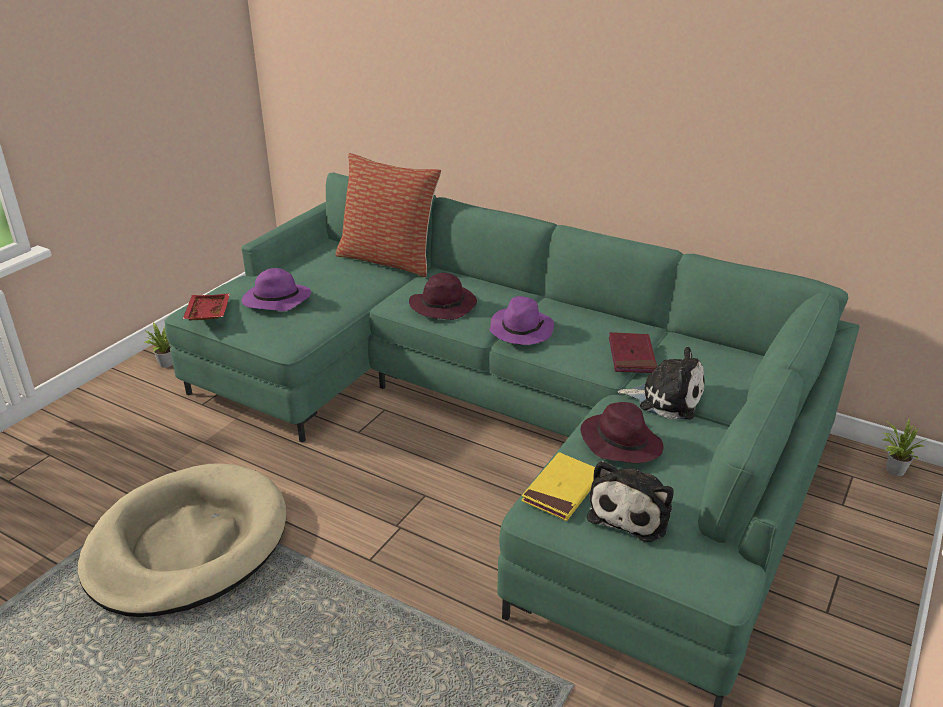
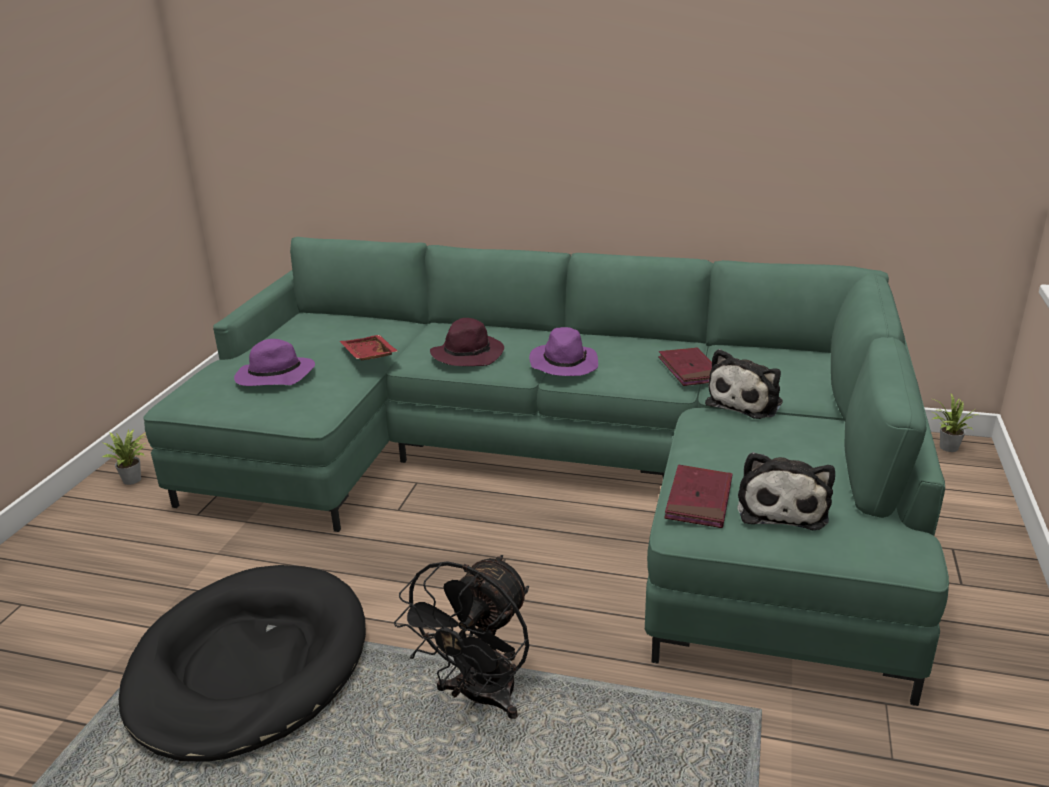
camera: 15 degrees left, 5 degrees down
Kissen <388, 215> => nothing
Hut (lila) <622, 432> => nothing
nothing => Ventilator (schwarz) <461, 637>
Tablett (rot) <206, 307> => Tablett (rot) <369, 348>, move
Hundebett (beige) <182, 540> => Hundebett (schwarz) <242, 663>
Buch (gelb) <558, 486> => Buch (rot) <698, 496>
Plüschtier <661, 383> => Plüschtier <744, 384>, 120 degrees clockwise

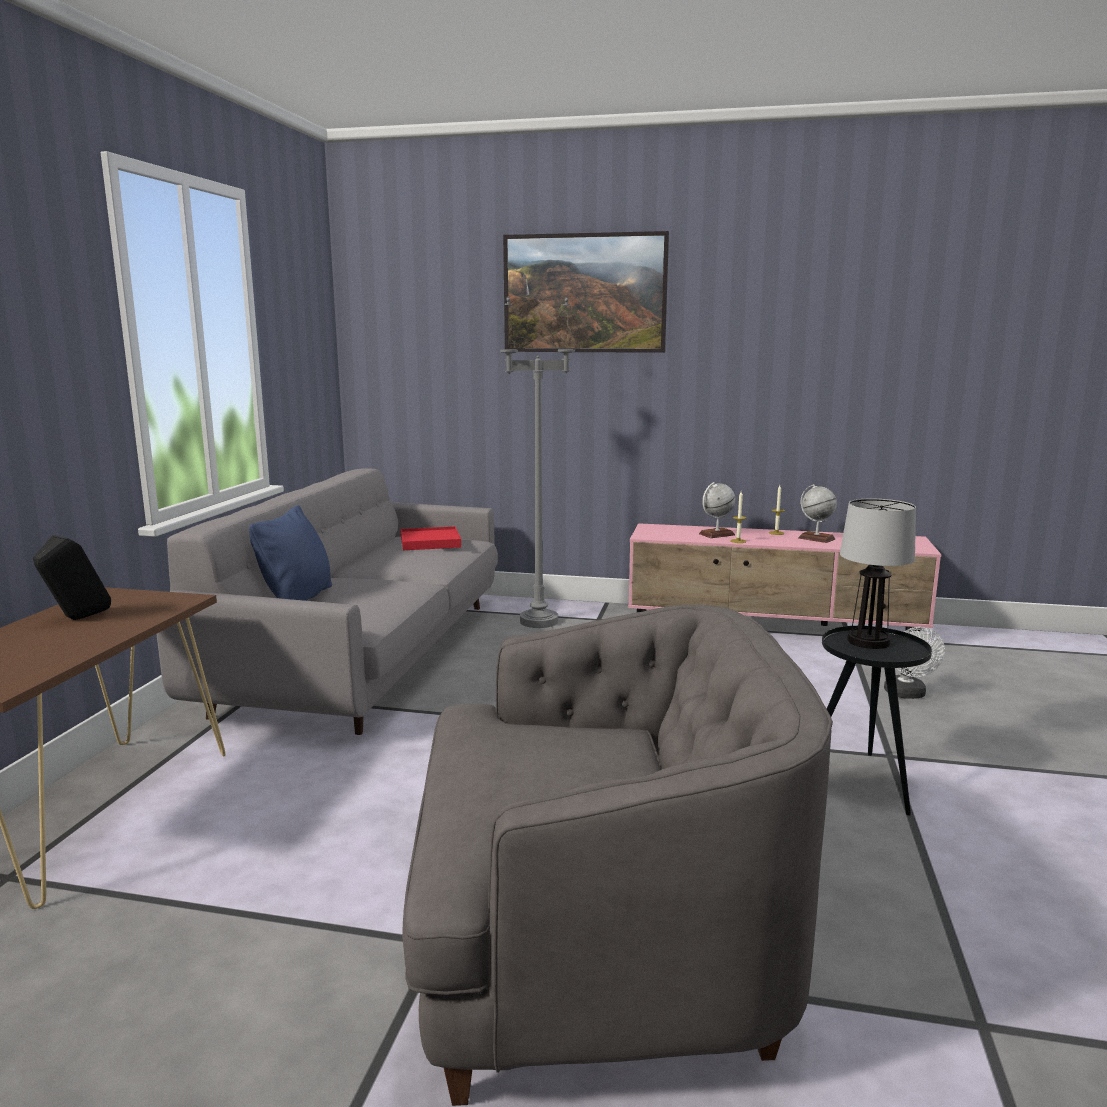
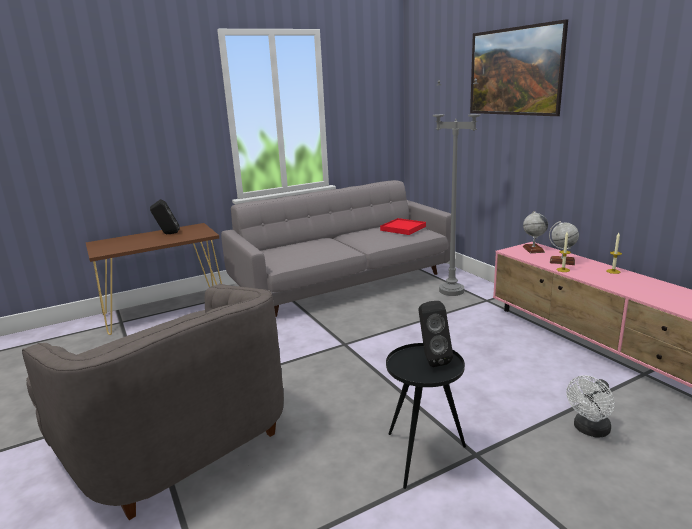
camera: 50 degrees right, 5 degrees up
Kissen (blau) <290, 553> => nothing
Globus <817, 513> => Globus <535, 232>, move
Tischlampe <878, 574> => Lautsprecher (schwarz) <436, 334>

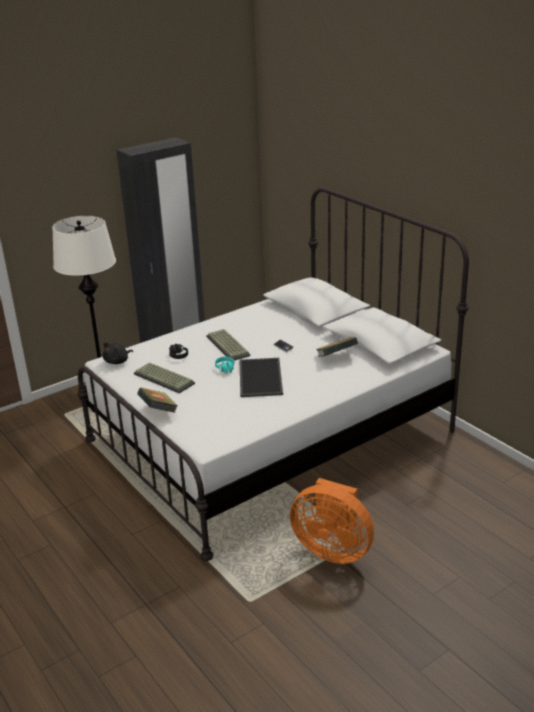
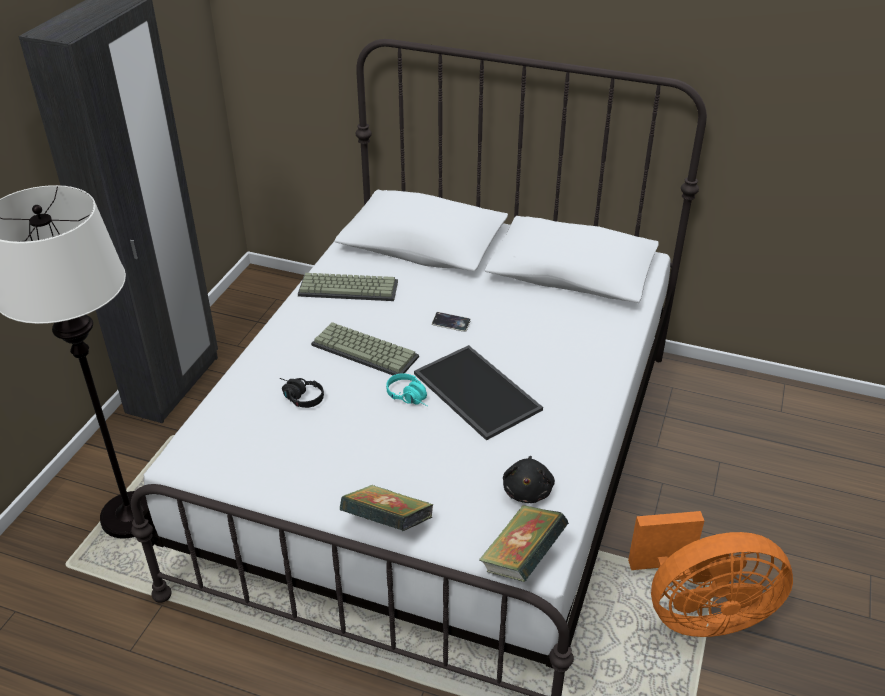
camera: 35 degrees left, 10 degrees up
Plüschtier (schwarz) <118, 353> => Plüschtier (schwarz) <529, 479>, move
Tastatur <164, 377> => Tastatur <348, 287>, move
Buch <337, 347> => Buch <523, 543>, move

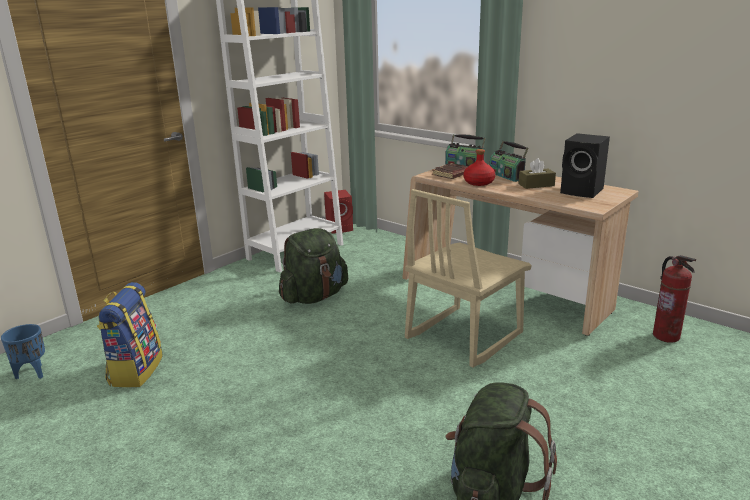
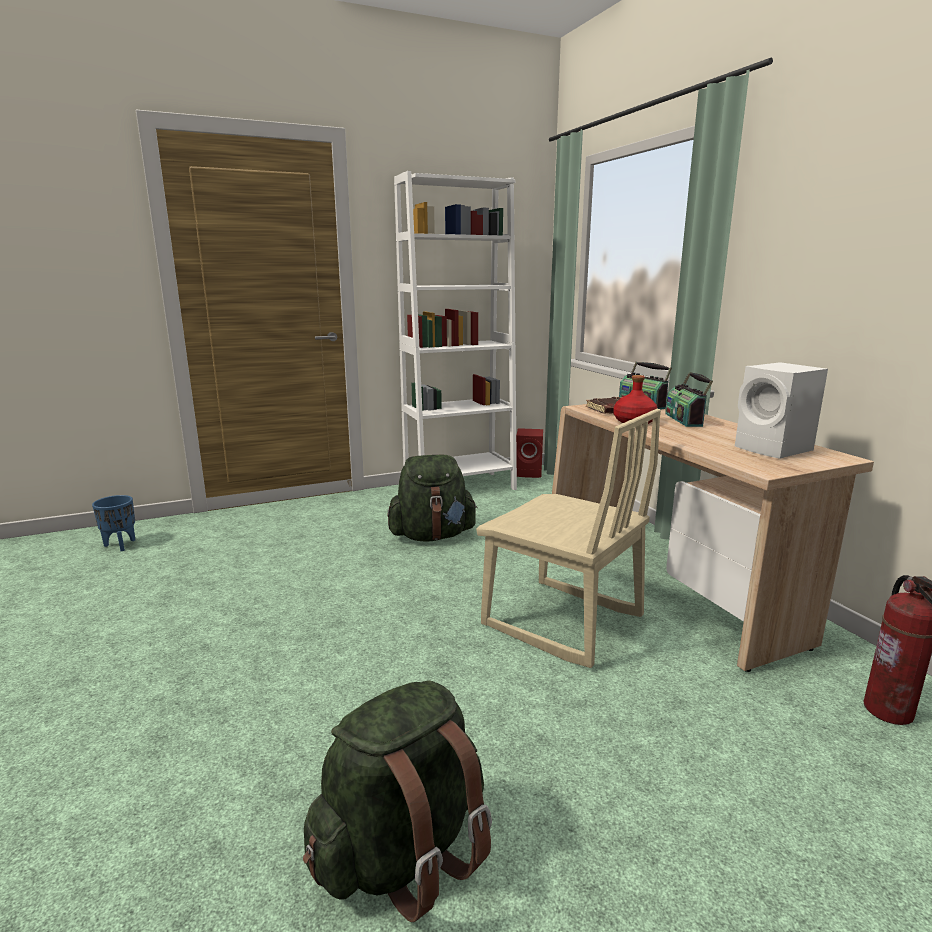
camera: 25 degrees right, 5 degrees down
Rucksack <130, 334> => nothing
Taschentuchbox (braun) <537, 173> => nothing
Lautsprecher (schwarz) <585, 165> => Lautsprecher (weiß) <781, 410>
Stuhl (beige) <468, 278> => Stuhl (beige) <568, 538>, 120 degrees counterclockwise

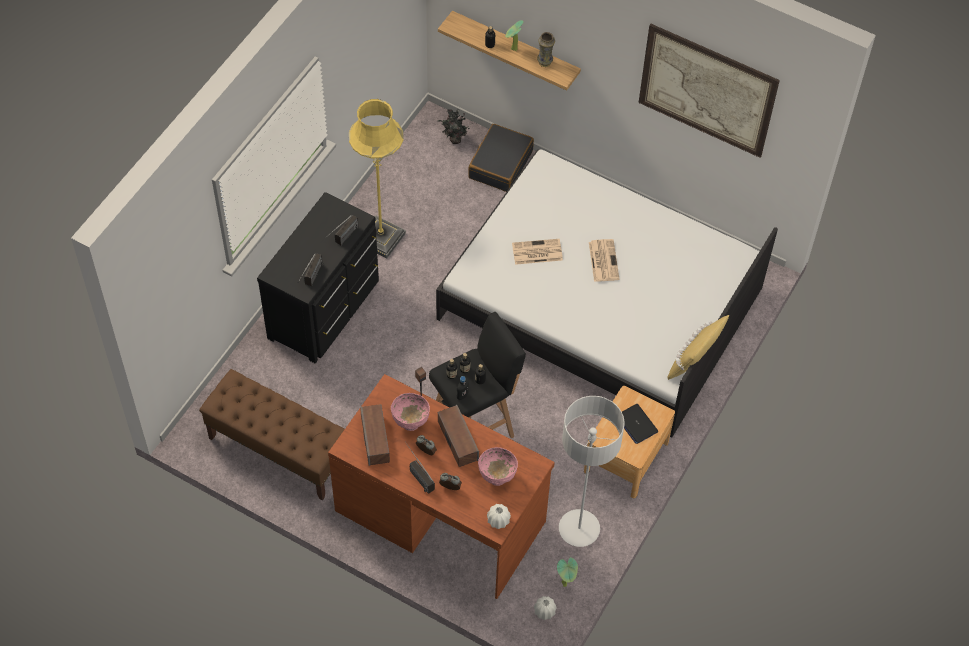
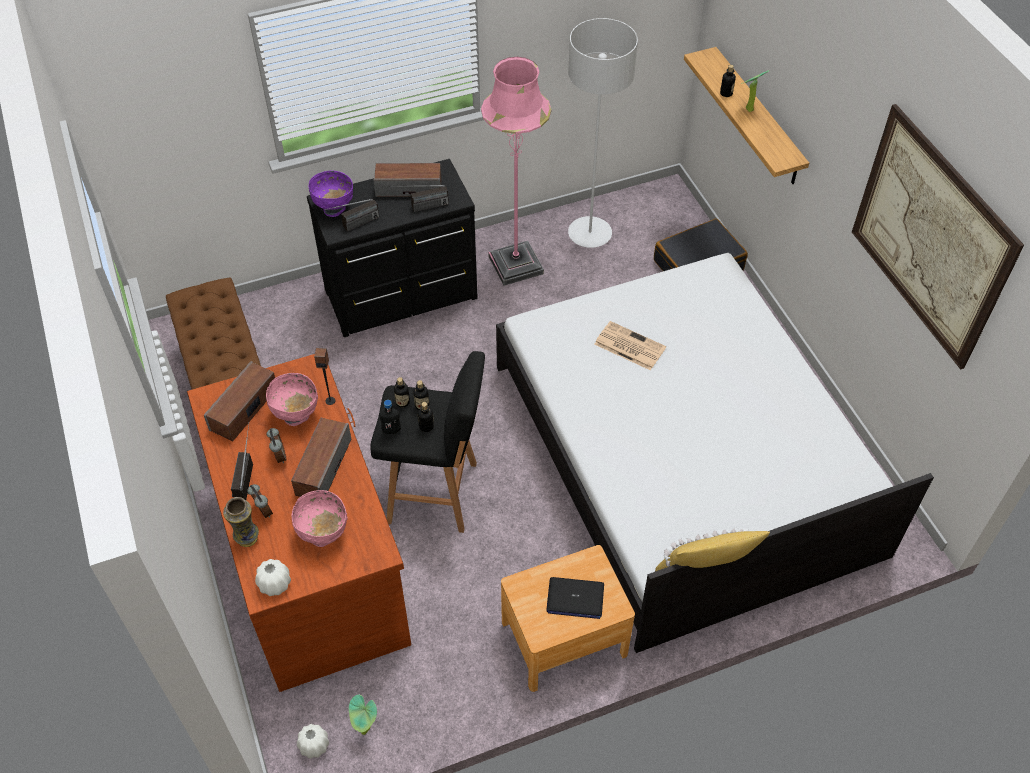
camera: 40 degrees right, 5 degrees down
Topfpflanze <453, 126> => nothing
Zeitung <604, 260> => nothing
nothing => Schüssel (lila) <331, 194>
nothing => Lautsprecher <407, 180>
Vase <546, 49> => Vase <241, 522>, move
Stehlampe (grau) <592, 471> => Stehlampe (grau) <603, 133>, move
Stehlampe (gelb) <377, 178> => Stehlampe (rosa) <516, 171>
Laptop <640, 424> => Laptop <575, 598>, 90 degrees counterclockwise

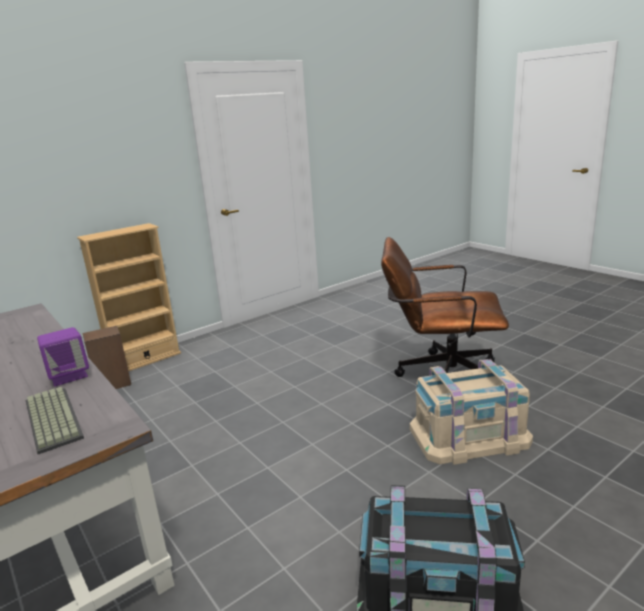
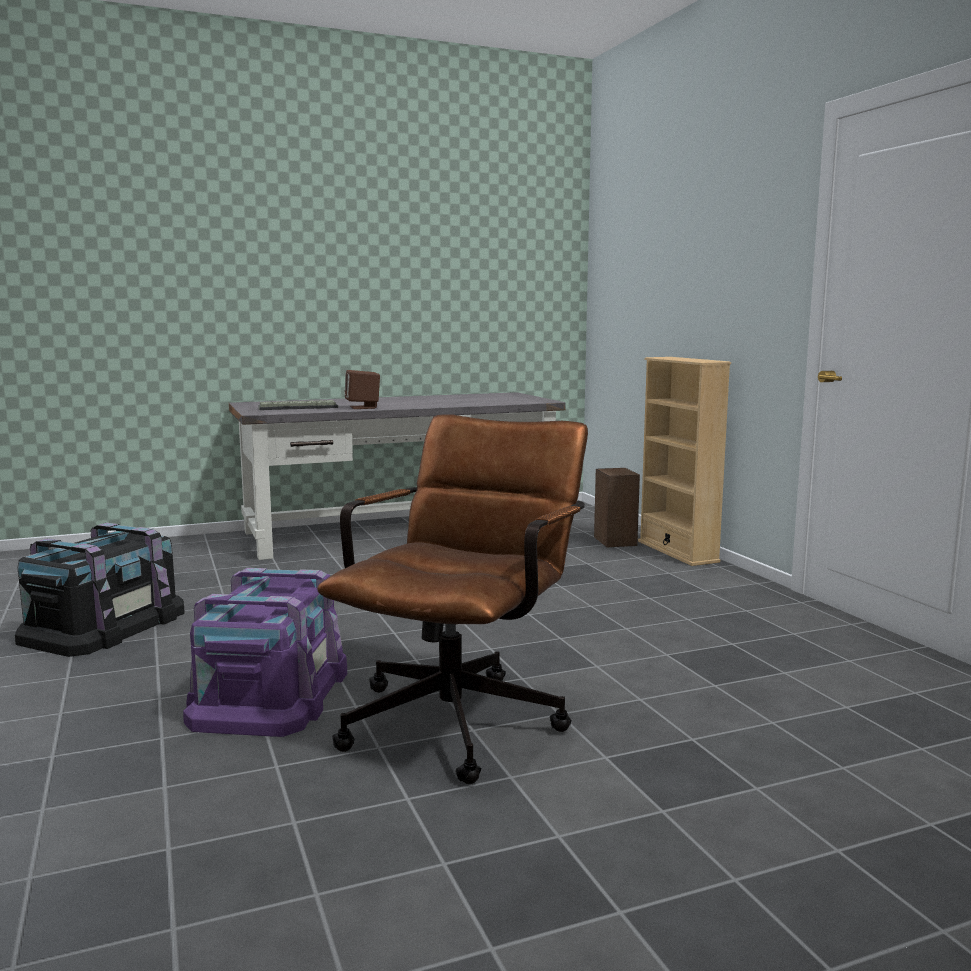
camera: 105 degrees right, 10 degrees down
Lautsprecher (lila) <63, 356> => Lautsprecher (braun) <362, 389>
Aufbewahrungsbox (beige) <471, 412> => Aufbewahrungsbox (lila) <265, 652>

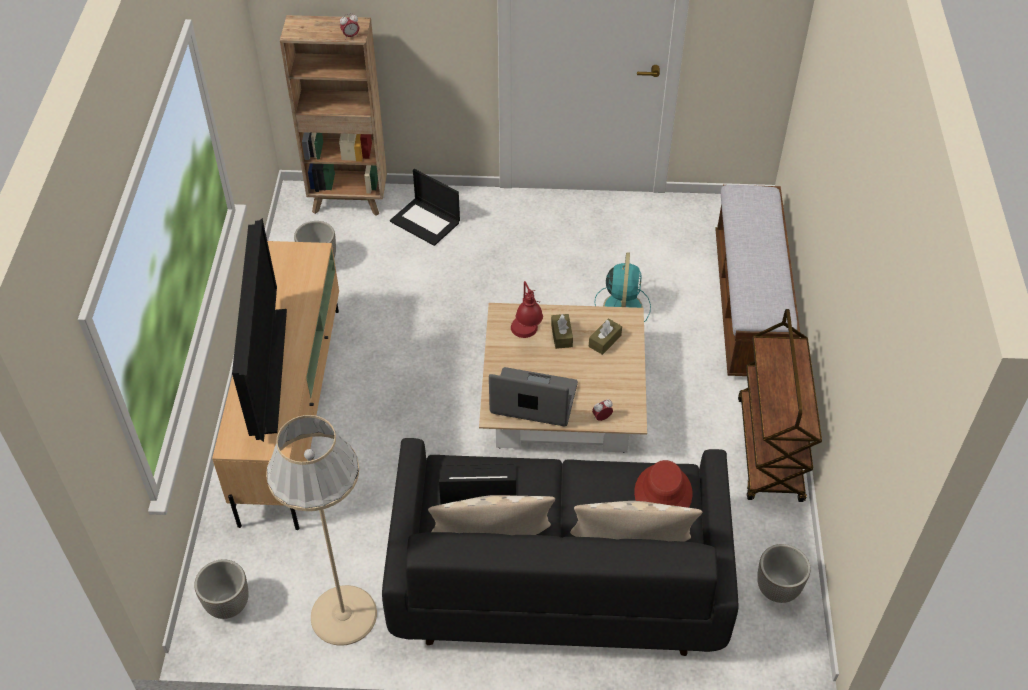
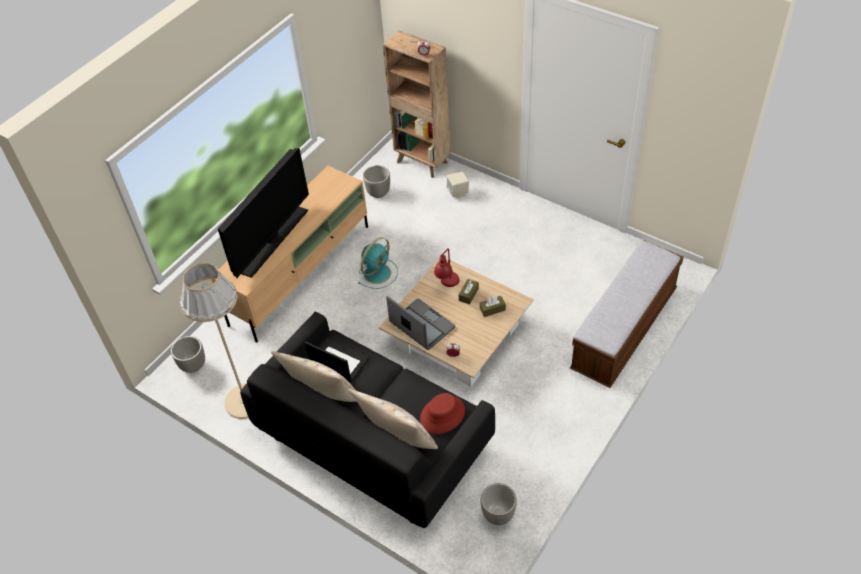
camera: 35 degrees right, 0 degrees up
Rollwagen (braun) <780, 405> => nothing
Ventilator (türkis) <623, 287> => Ventilator (türkis) <378, 263>, move
Laptop <425, 207> => Lautsprecher (beige) <458, 186>

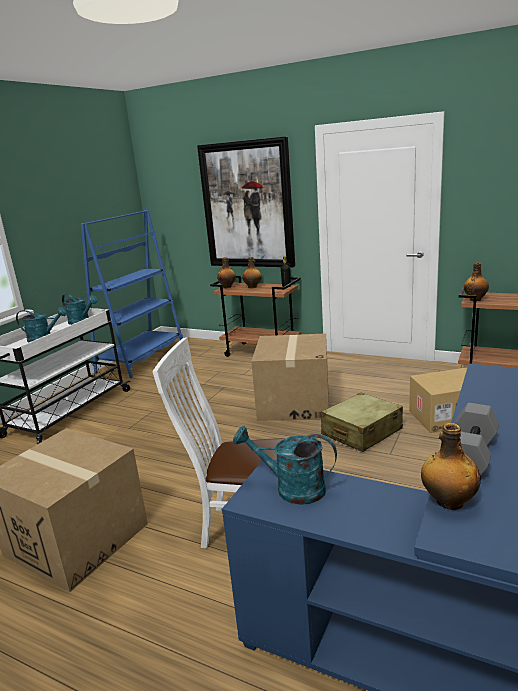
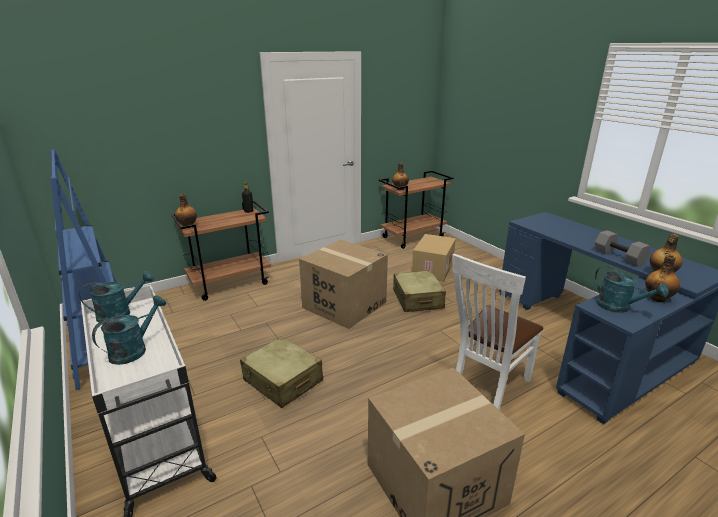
camera: 60 degrees left, 5 degrees up
Bild <246, 202> => nothing
nothing => Koffer (beige) <281, 372>
Flasche <252, 272> => Flasche <662, 278>, move
Gießkanne (türkis) <285, 465> => Gießkanne (türkis) <632, 289>, 90 degrees counterclockwise

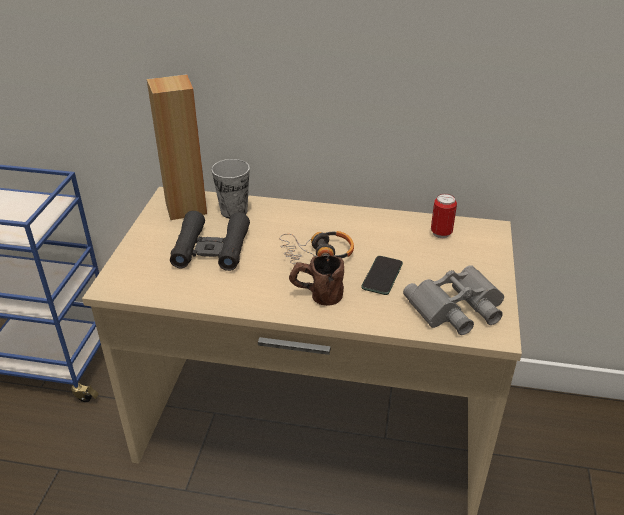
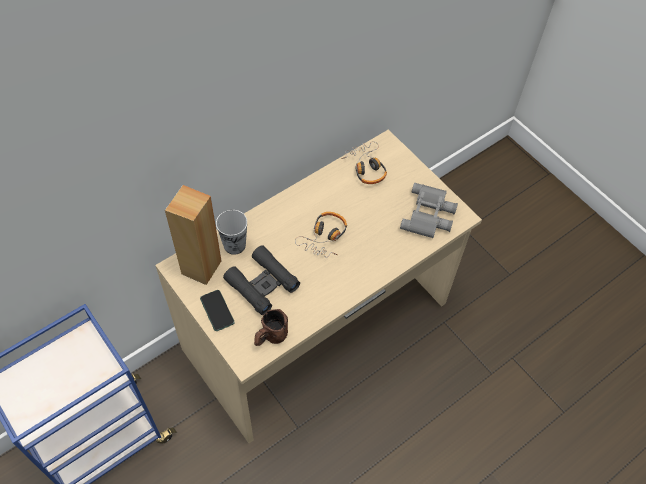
camera: 50 degrees left, 20 degrees up
Henkelbecher (braun) <316, 280> => Henkelbecher (braun) <271, 327>, move
Handy <382, 275> => Handy <217, 310>, move
Dose <444, 216> => Kopfhörer <364, 162>

